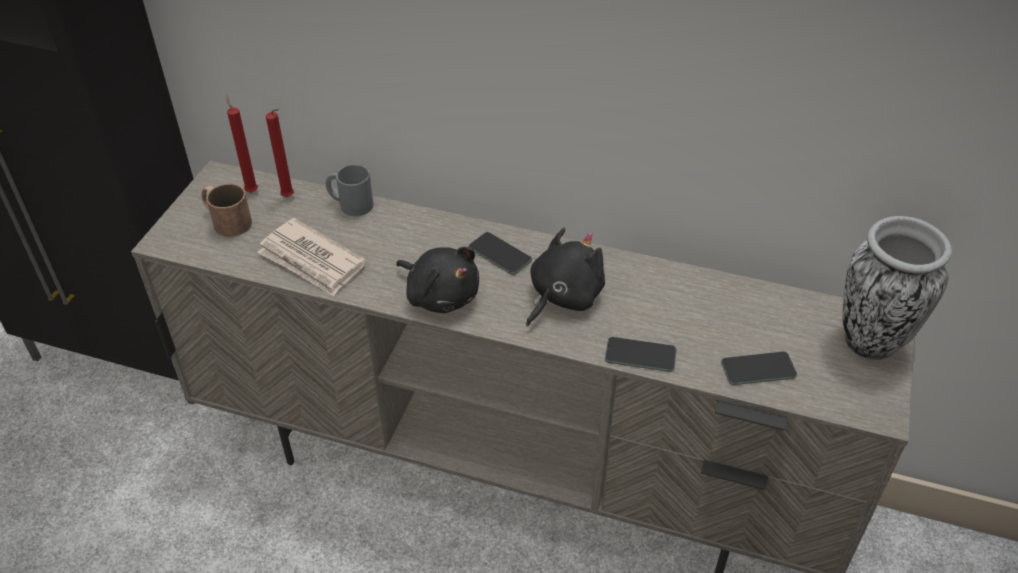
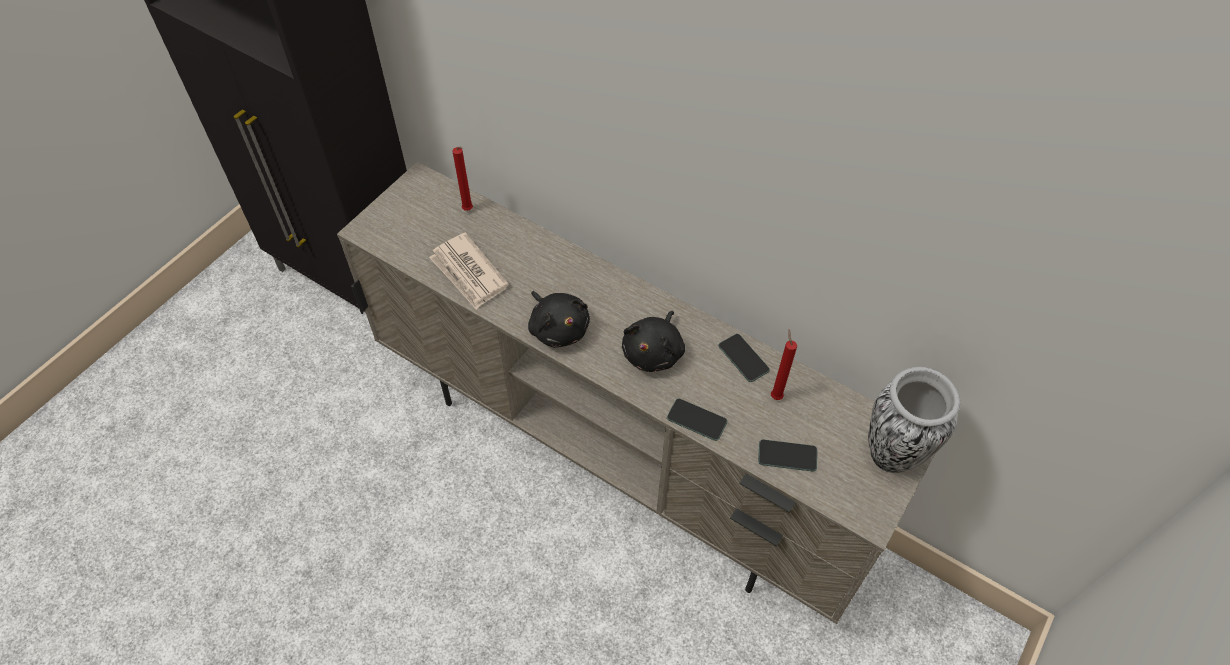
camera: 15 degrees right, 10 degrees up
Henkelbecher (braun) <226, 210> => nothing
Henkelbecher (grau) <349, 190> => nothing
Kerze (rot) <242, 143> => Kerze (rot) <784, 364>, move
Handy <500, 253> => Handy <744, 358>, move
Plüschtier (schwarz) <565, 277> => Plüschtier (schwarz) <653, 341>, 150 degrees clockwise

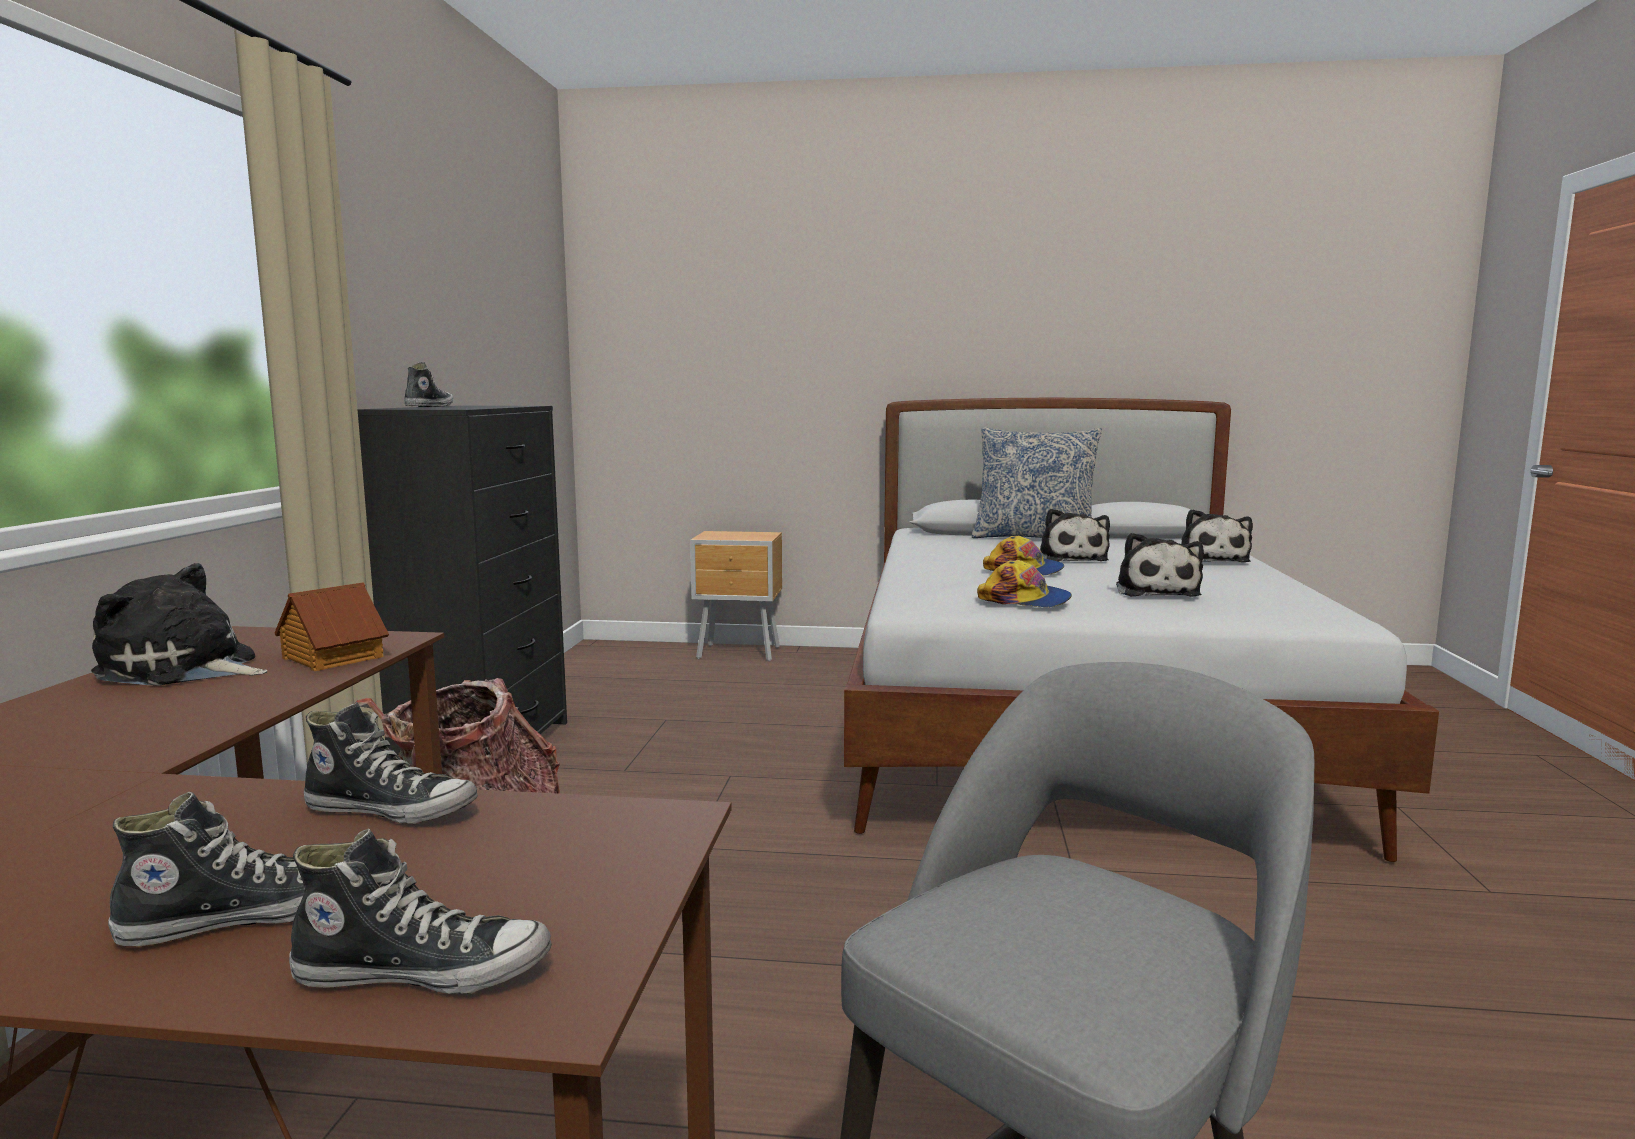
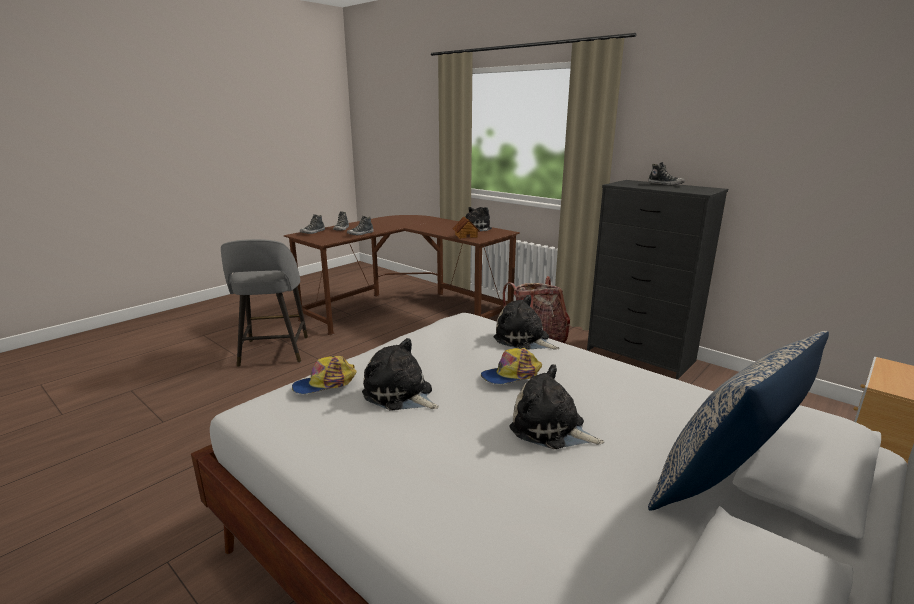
camera: 125 degrees right, 10 degrees up
Kappe <1024, 583> => Kappe <324, 375>, move
Plüschtier <1217, 535> => Plüschtier <526, 322>, move

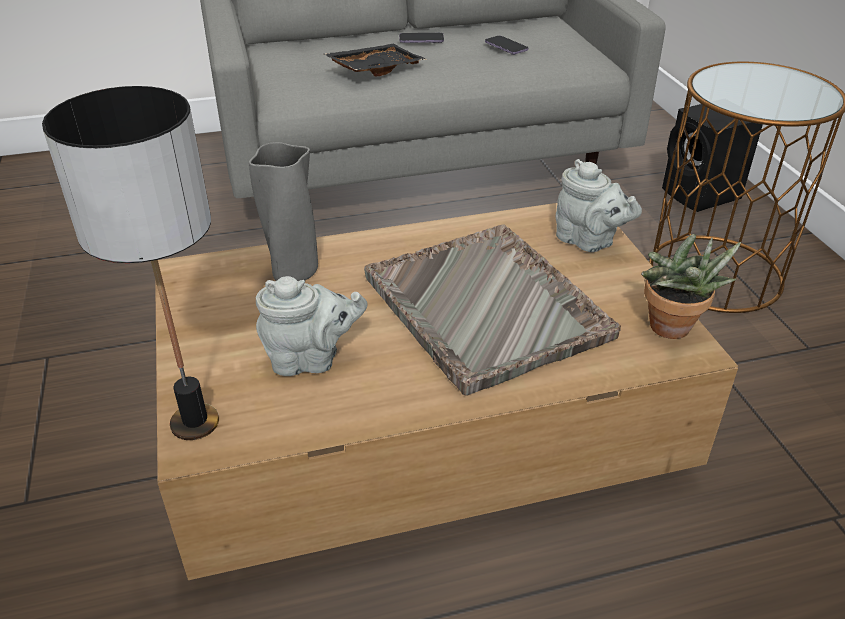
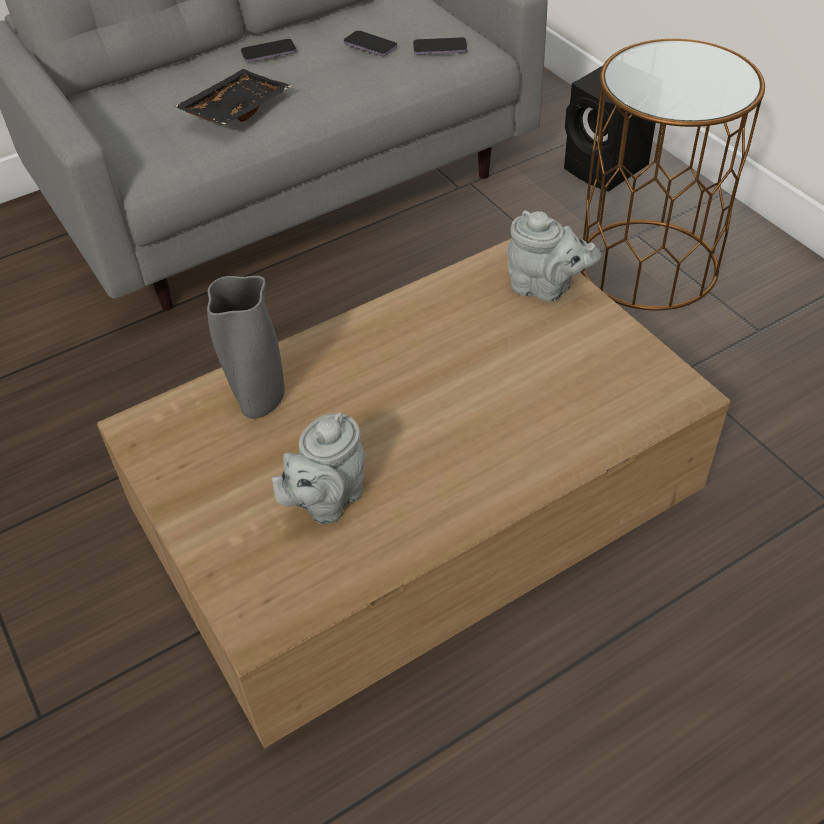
camera: 15 degrees left, 10 degrees up
Tischlampe <130, 263> => nothing
Tablett (grau) <492, 310> => nothing
Topfpflanze <691, 286> => nothing
nothing => Handy <440, 46>
Teekanne (grau) <312, 326> => Teekanne (grau) <318, 468>, 150 degrees clockwise

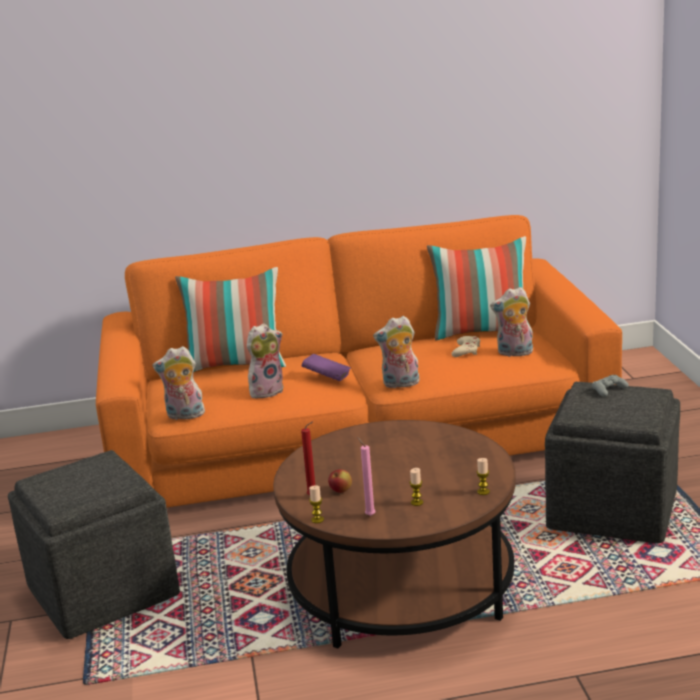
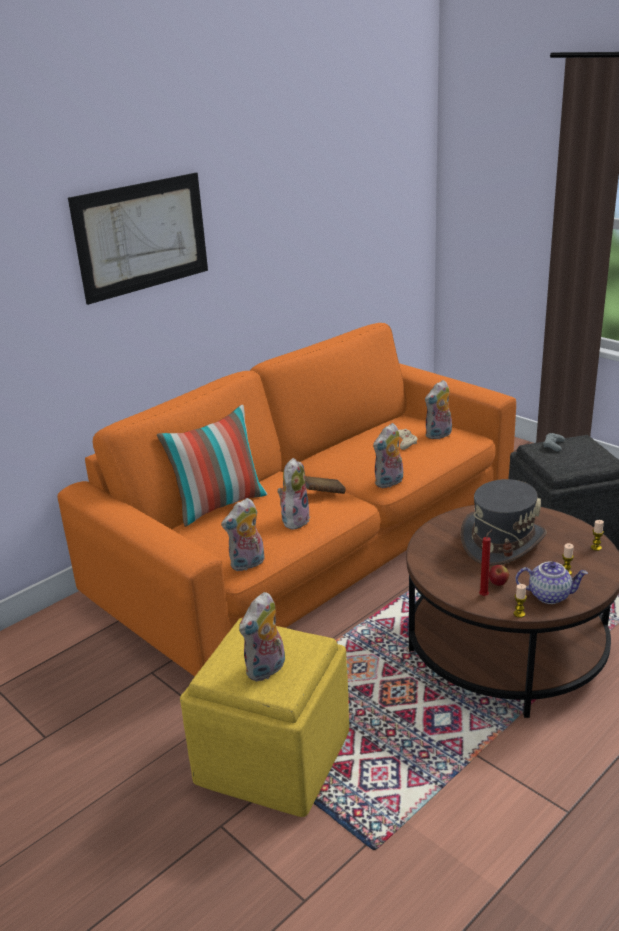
camera: 35 degrees left, 5 degrees up
Kissen <480, 288> => nothing
nothing => Bild <138, 239>
nothing => Plüschtier <262, 636>
nothing => Hut (grau) <504, 522>
Kerze (rosa) <366, 476> => Teekanne <552, 582>
Polsterhocker (grau) <94, 544> => Polsterhocker (gelb) <264, 717>
Buch (lila) <326, 367> => Buch (braun) <325, 485>

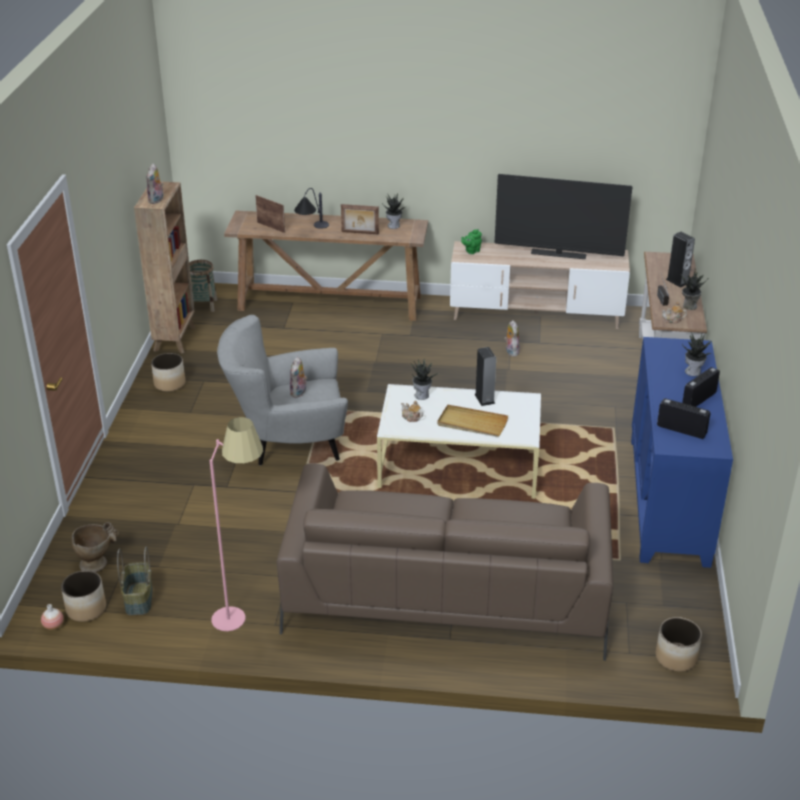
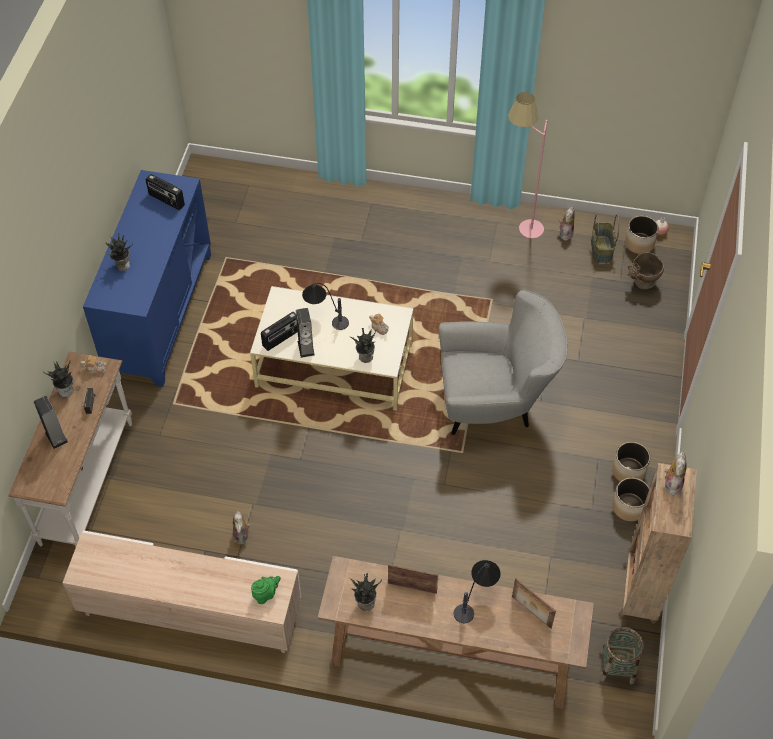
camera: 175 degrees left, 20 degrees up
Sofa (braun) <445, 562> => nothing
Fernseher <563, 216> => nothing
Plüschtier <298, 377> => Plüschtier <566, 224>, move
Pflanzkübel <679, 644> => Pflanzkübel <631, 462>, move
Radio <701, 387> => Radio <279, 331>, move
Tablett (beige) <472, 421> => Tischlampe <325, 306>

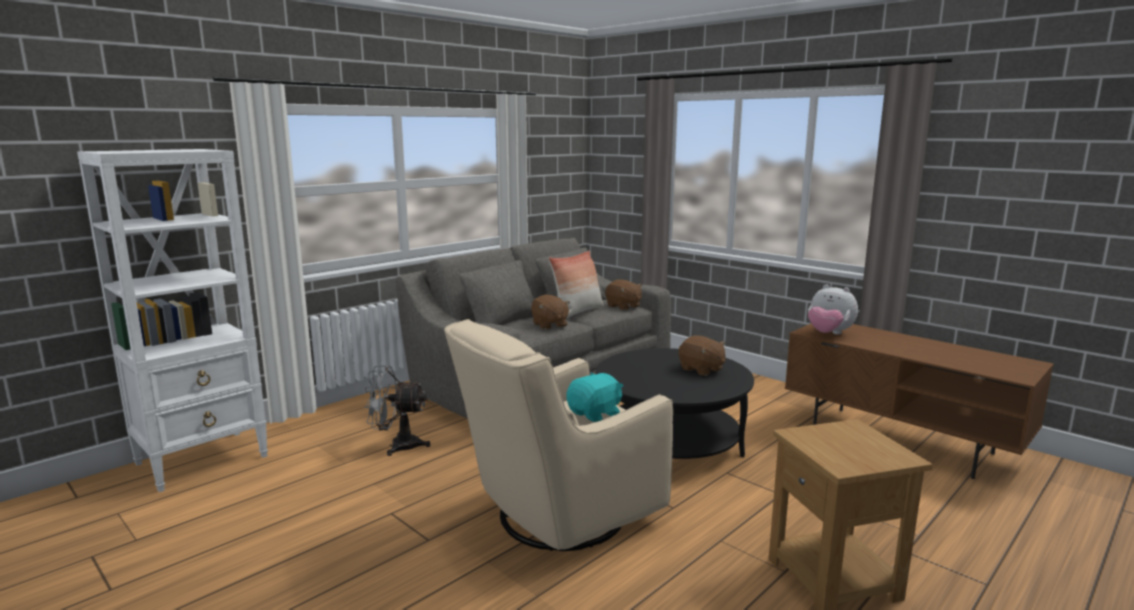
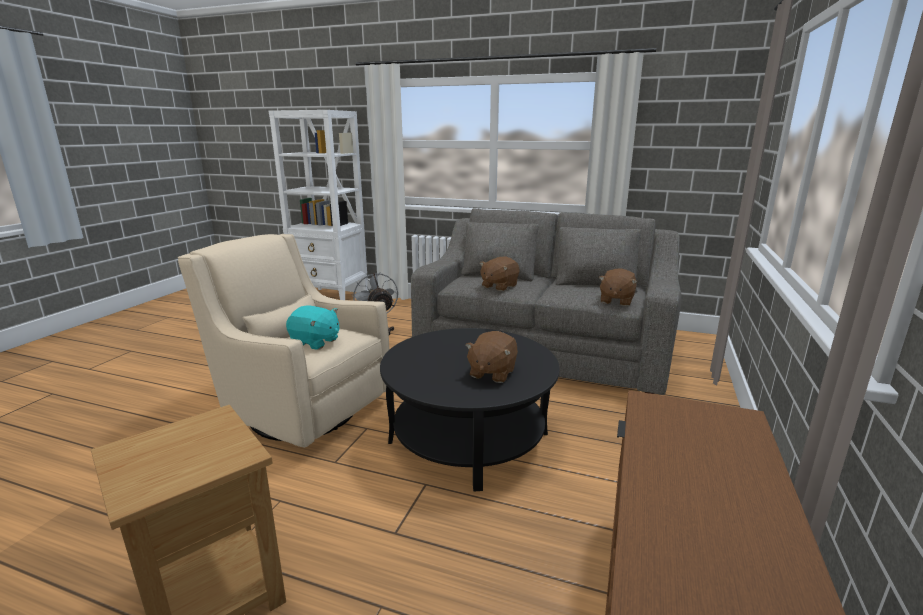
camera: 65 degrees right, 5 degrees up
Kissen <576, 284> => nothing
Plüschtier <833, 309> => nothing

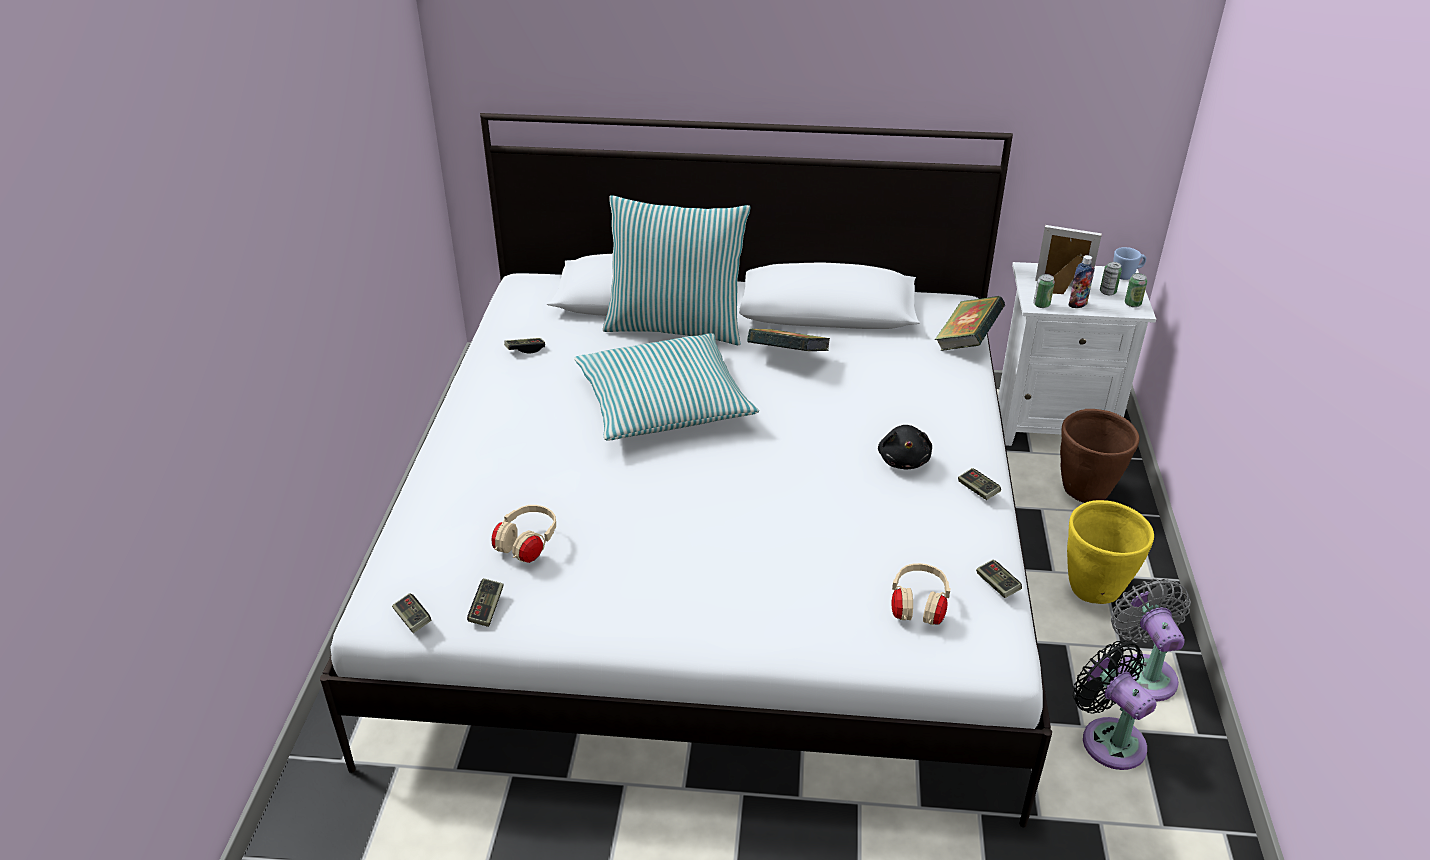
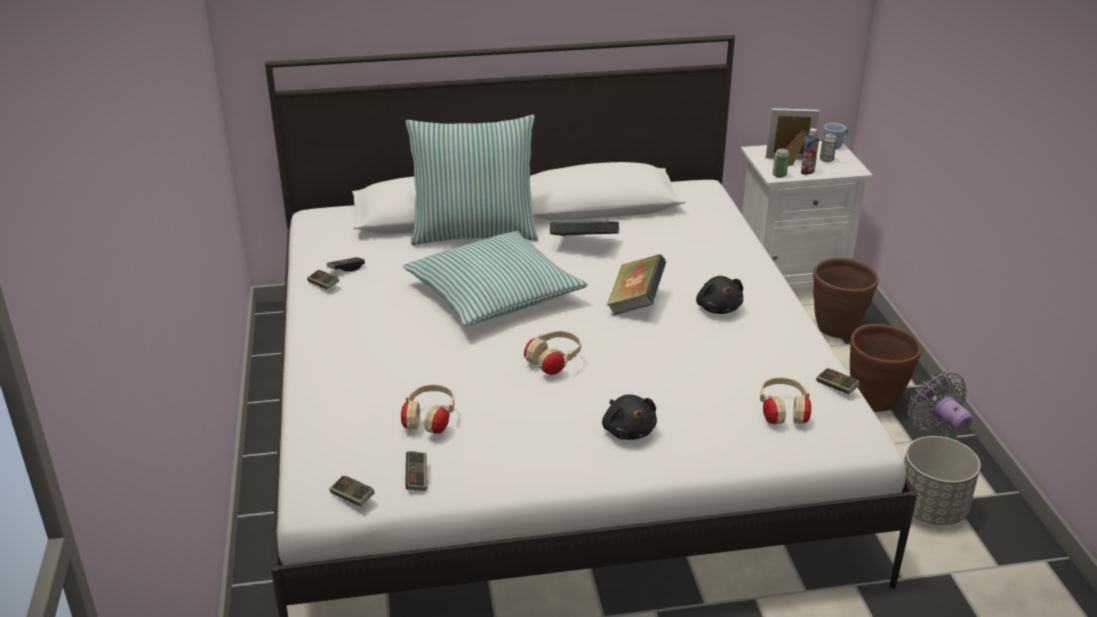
camera: 15 degrees left, 5 degrees down
Dose <1136, 290> => nothing
nothing => Kopfhörer (beige) <552, 353>
nothing => Plüschtier (schwarz) <629, 417>
Buch <970, 323> => Buch <636, 285>, move
Gamepad <979, 484> => Gamepad <323, 280>, move
Ventilator (schwarz) <1115, 705> => Pflanzkübel (grau) <942, 480>
Pflanzkübel (gelb) <1110, 552> => Pflanzkübel (braun) <885, 368>

